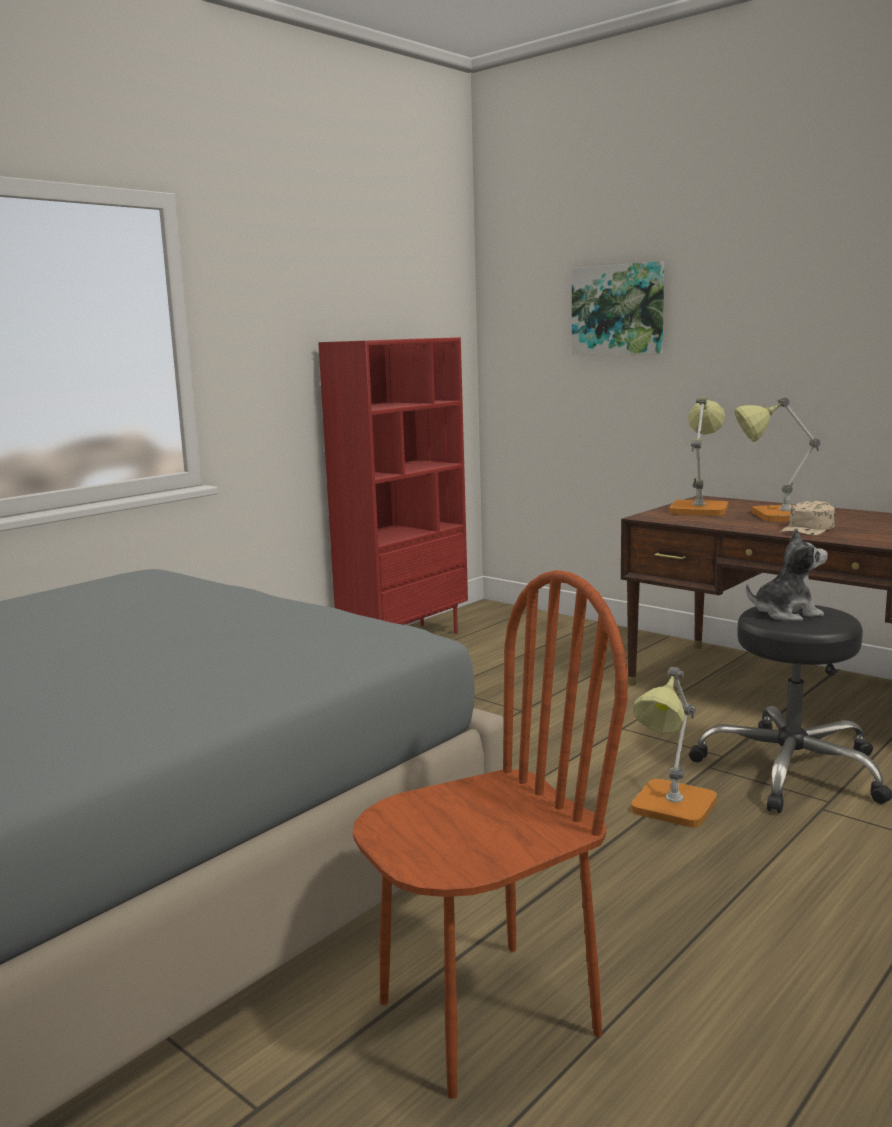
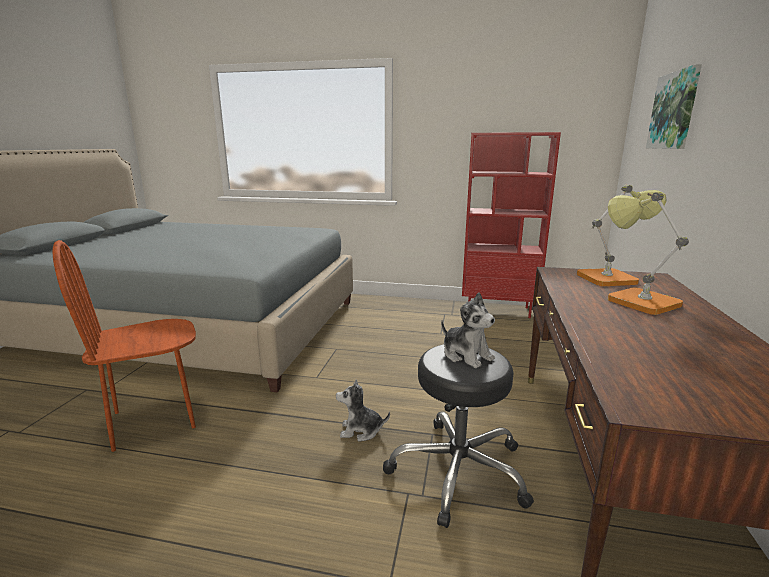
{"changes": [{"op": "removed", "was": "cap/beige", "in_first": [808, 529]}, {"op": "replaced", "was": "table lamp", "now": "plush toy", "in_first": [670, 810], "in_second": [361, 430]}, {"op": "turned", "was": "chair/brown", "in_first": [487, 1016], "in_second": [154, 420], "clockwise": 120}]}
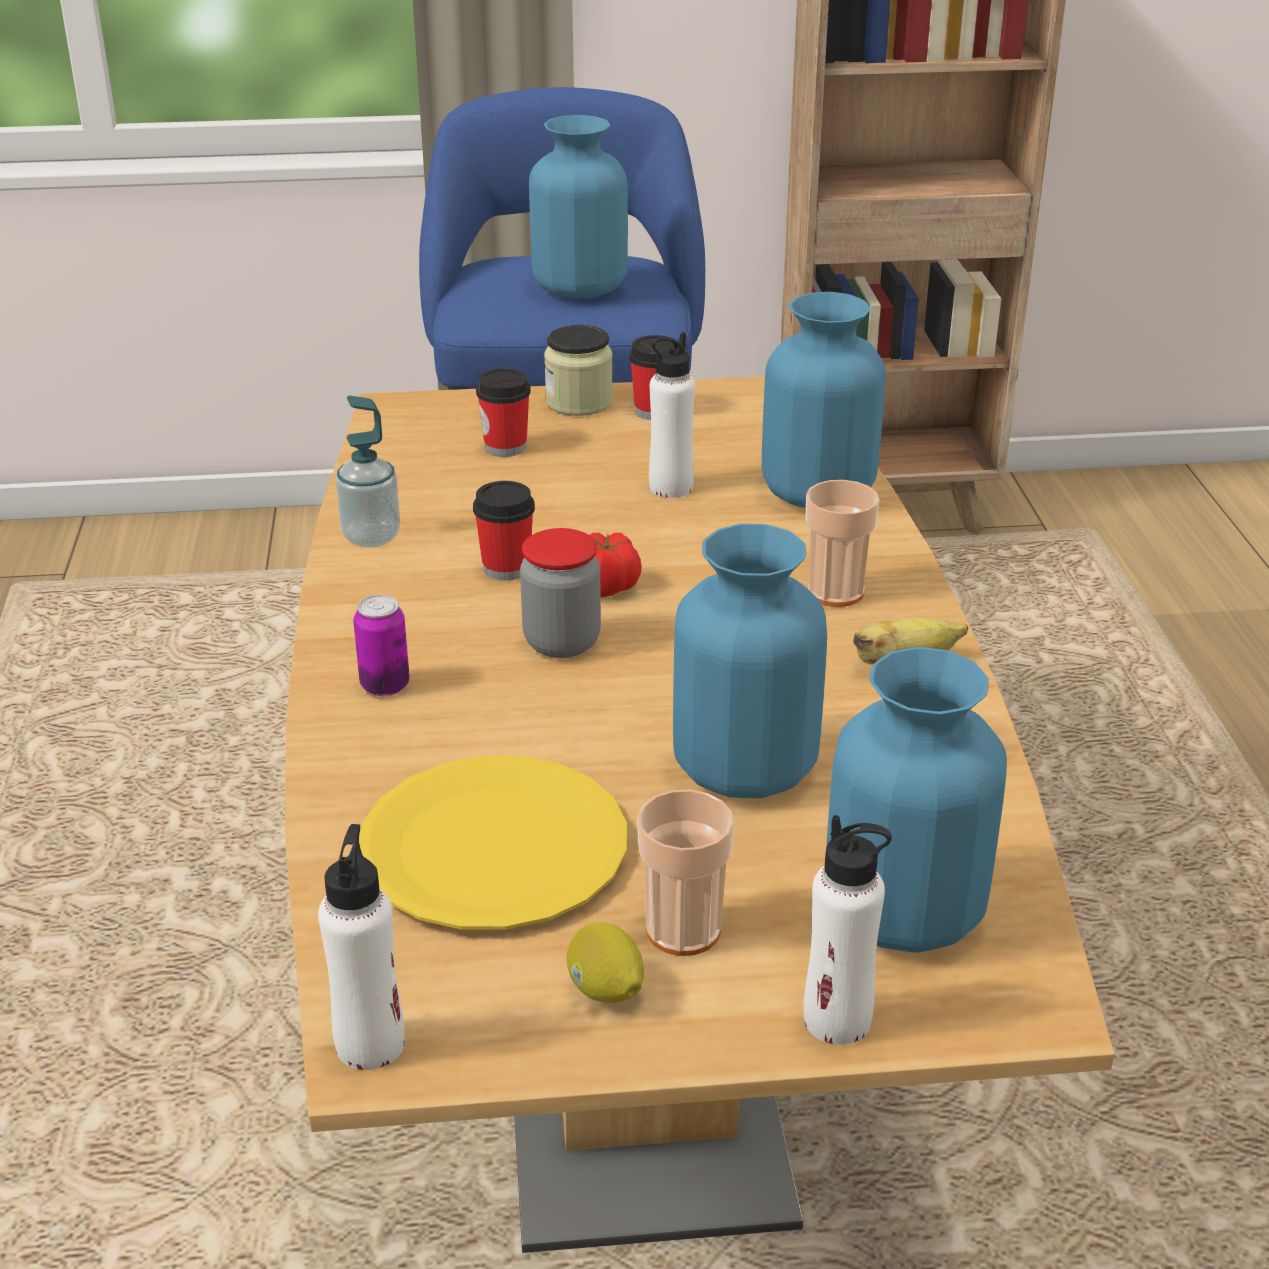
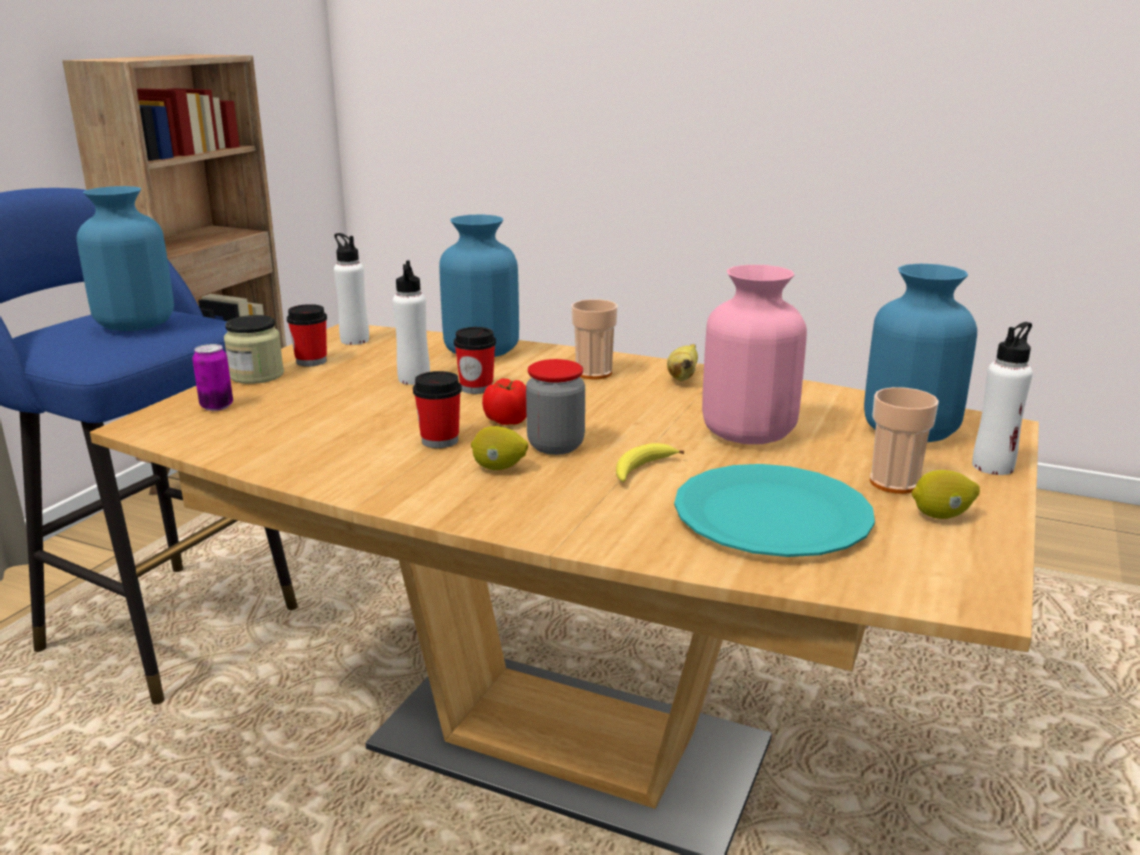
{"changes": [{"op": "removed", "was": "soap dispenser", "in_first": [371, 537]}, {"op": "added", "now": "lemon", "in_second": [499, 468]}, {"op": "added", "now": "banana", "in_second": [642, 470]}, {"op": "moved", "was": "bottle/white", "in_first": [370, 1044], "in_second": [354, 340]}, {"op": "moved", "was": "can", "in_first": [385, 685], "in_second": [217, 406]}, {"op": "moved", "was": "cup", "in_first": [505, 447], "in_second": [476, 388]}, {"op": "recoloured", "was": "plate/yellow", "now": "plate/turquoise", "in_first": [493, 848], "in_second": [772, 515]}, {"op": "recoloured", "was": "vase/blue", "now": "vase/pink", "in_first": [744, 768], "in_second": [748, 433]}]}
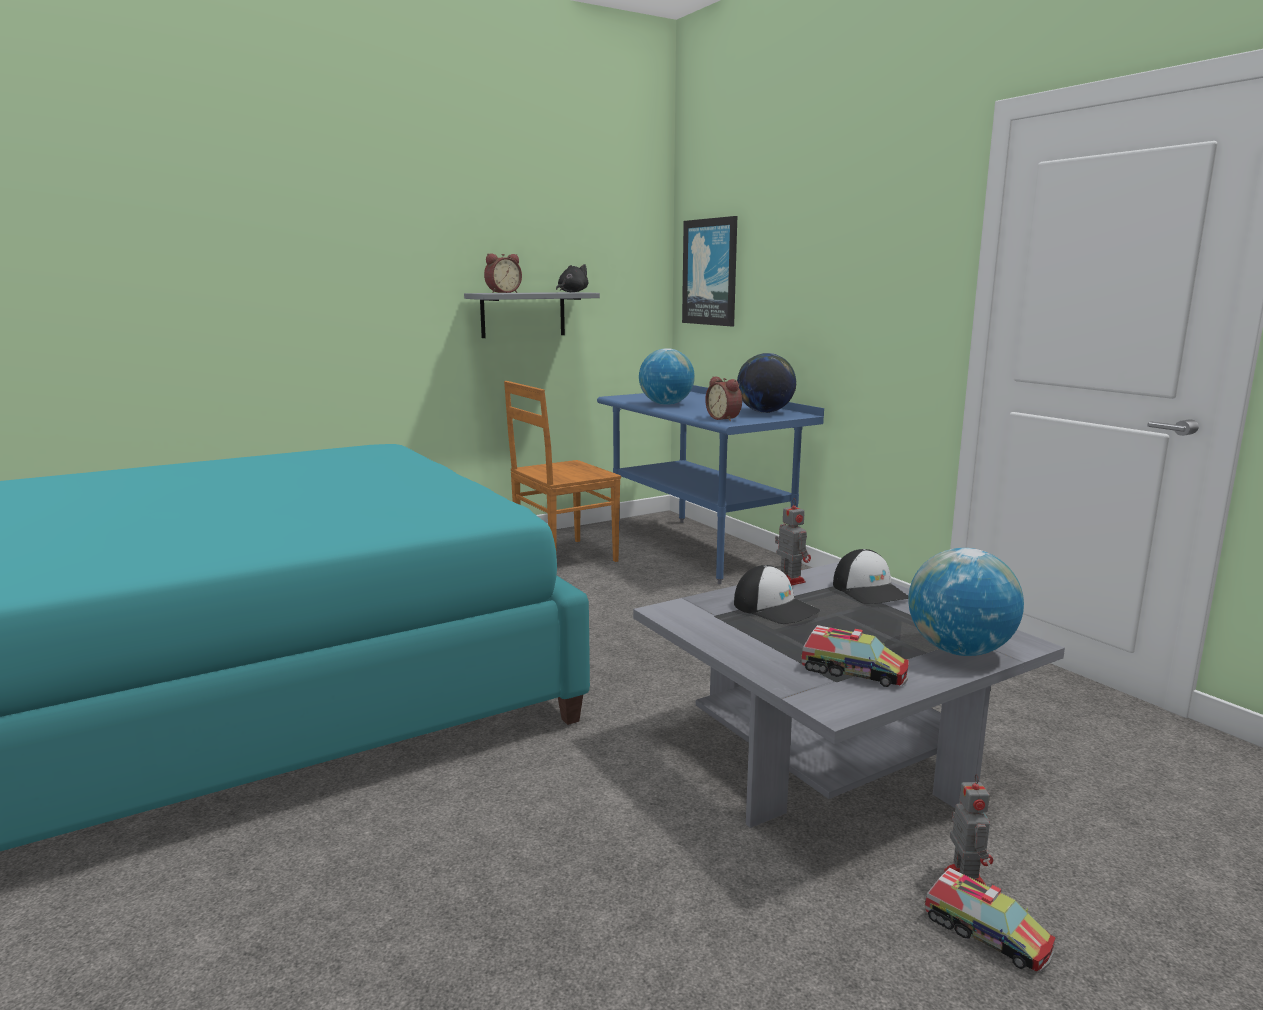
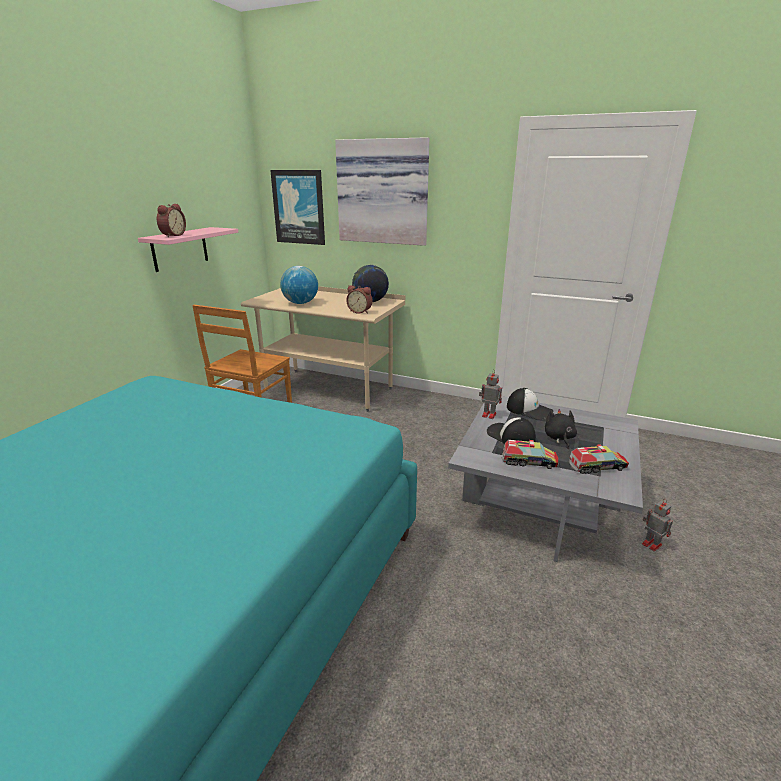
{"changes": [{"op": "removed", "was": "globe", "in_first": [959, 650]}, {"op": "added", "now": "picture", "in_second": [383, 192]}, {"op": "moved", "was": "plush toy/black", "in_first": [571, 292], "in_second": [559, 438]}, {"op": "moved", "was": "toy truck", "in_first": [986, 934], "in_second": [529, 461]}, {"op": "recoloured", "was": "shelf/grey", "now": "shelf/pink", "in_first": [523, 314], "in_second": [180, 249]}, {"op": "recoloured", "was": "desk/blue", "now": "desk/beige", "in_first": [699, 549], "in_second": [329, 389]}, {"op": "turned", "was": "cap", "in_first": [776, 608], "in_second": [510, 436], "clockwise": -135}]}
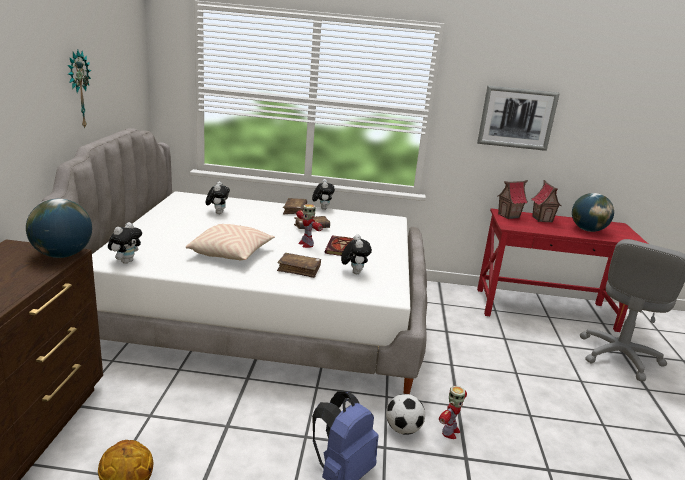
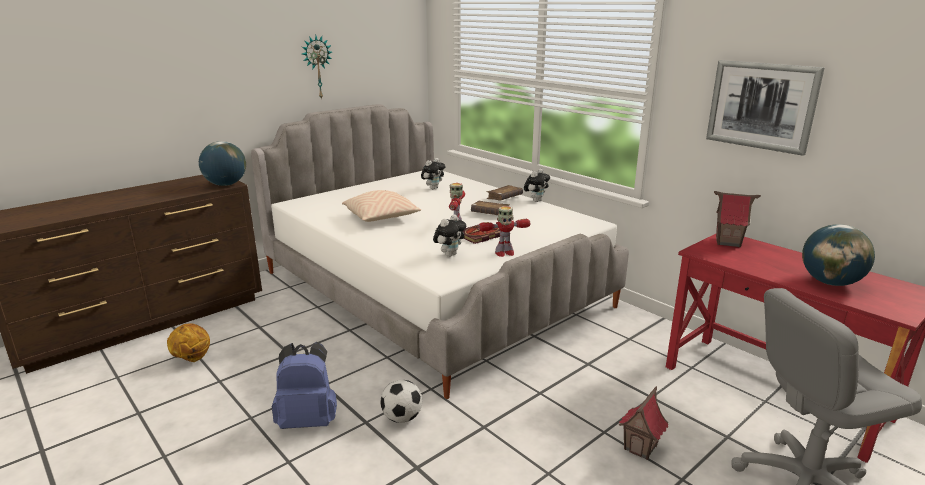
{"changes": [{"op": "removed", "was": "plush toy", "in_first": [126, 261]}, {"op": "removed", "was": "book/brown", "in_first": [299, 269]}, {"op": "moved", "was": "toy robot", "in_first": [450, 432], "in_second": [504, 253]}, {"op": "moved", "was": "toy house", "in_first": [542, 219], "in_second": [640, 447]}]}
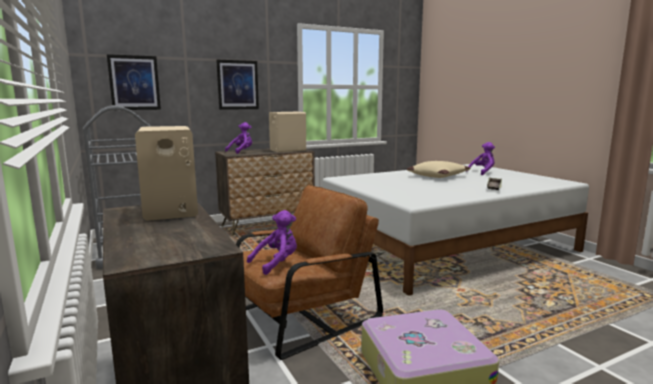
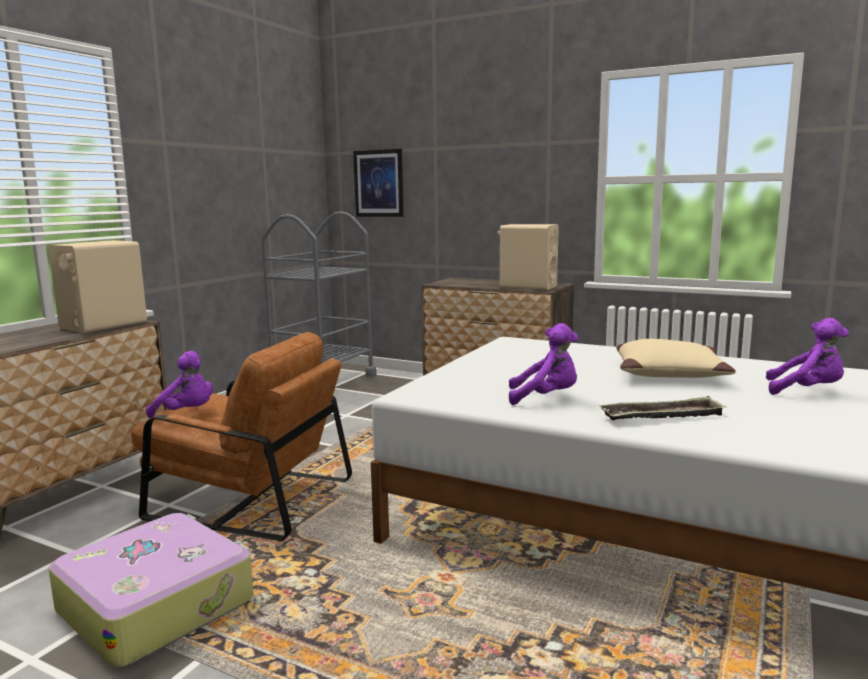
{"changes": [{"op": "removed", "was": "picture", "in_first": [237, 85]}, {"op": "moved", "was": "plush toy/purple", "in_first": [241, 152], "in_second": [545, 398]}]}
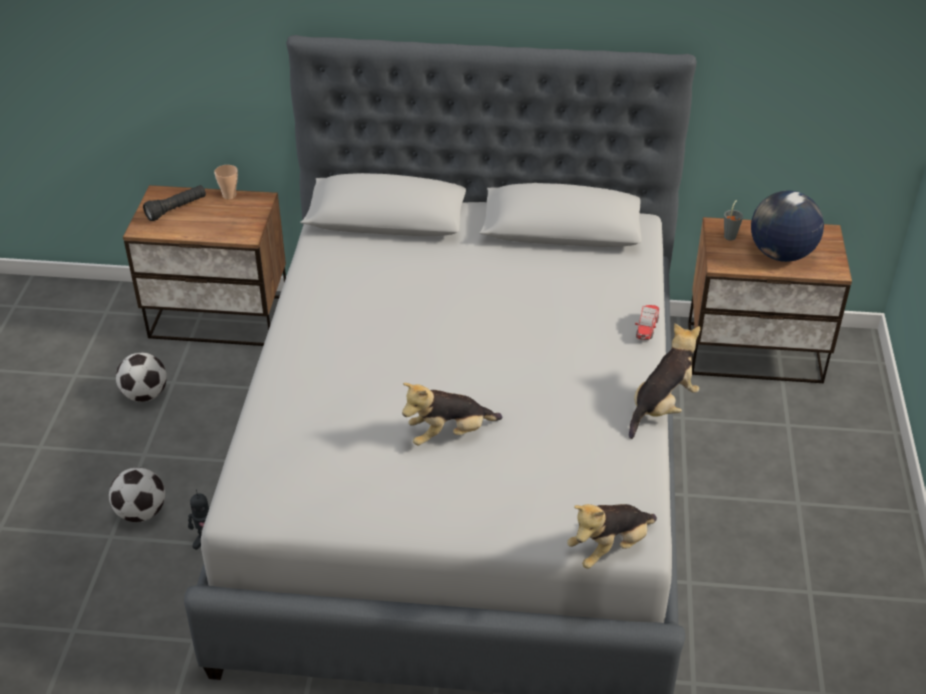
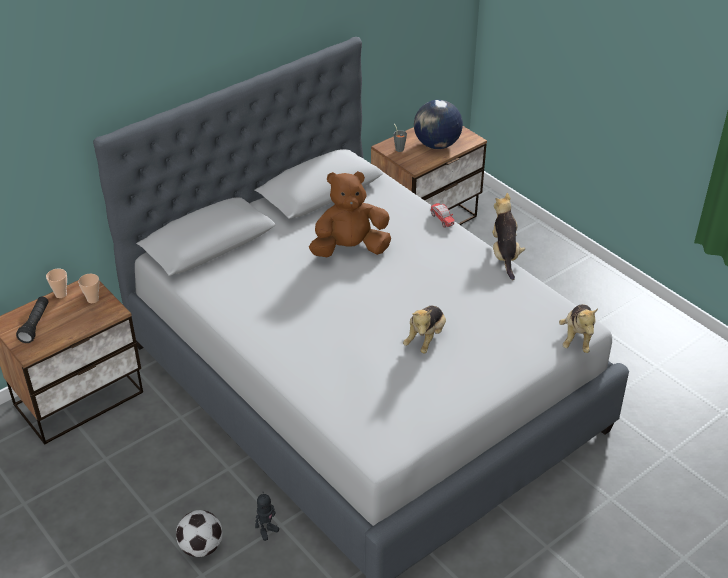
{"changes": [{"op": "removed", "was": "football", "in_first": [145, 395]}, {"op": "added", "now": "cup", "in_second": [92, 299]}, {"op": "added", "now": "plush toy/brown", "in_second": [350, 249]}]}
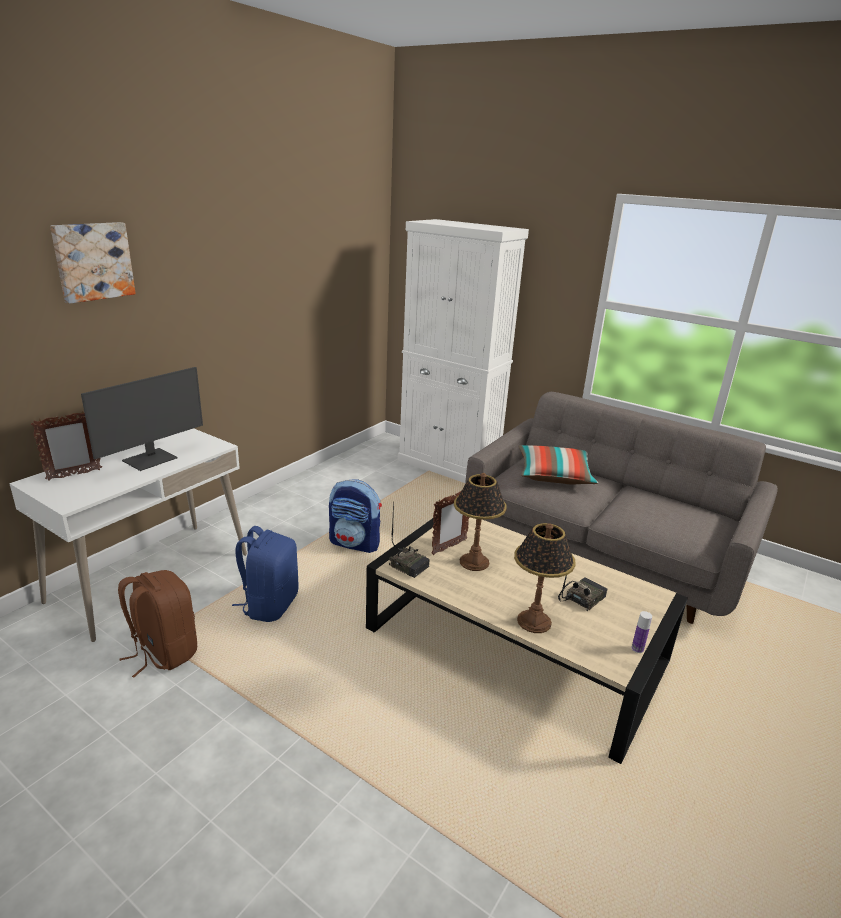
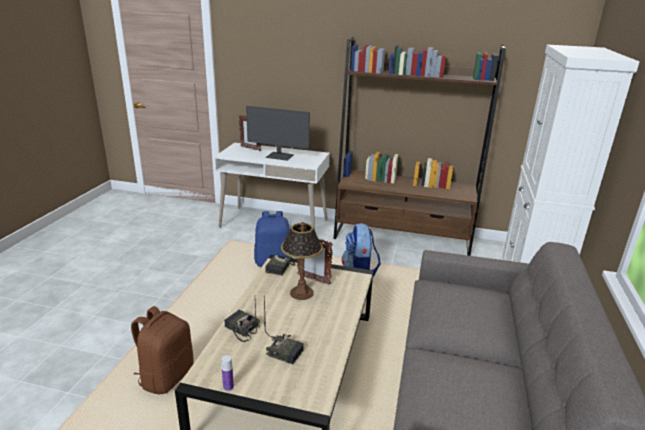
{"changes": [{"op": "removed", "was": "picture", "in_first": [93, 261]}, {"op": "removed", "was": "pillow", "in_first": [554, 475]}, {"op": "added", "now": "bookcase/brown", "in_second": [402, 238]}, {"op": "moved", "was": "backpack/brown", "in_first": [163, 652], "in_second": [166, 376]}, {"op": "replaced", "was": "table lamp", "now": "radio", "in_first": [534, 621], "in_second": [241, 329]}]}
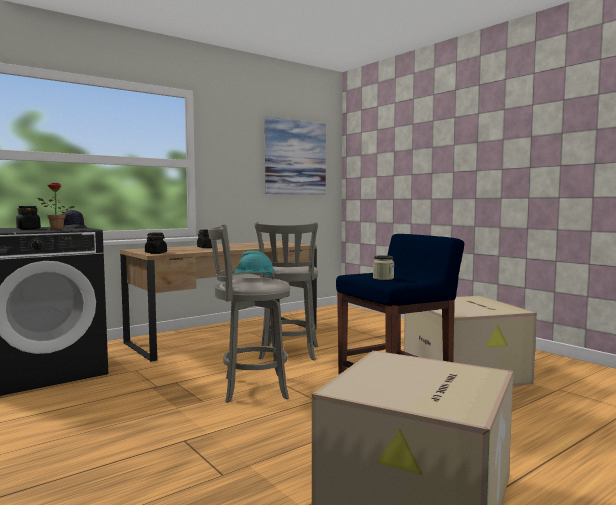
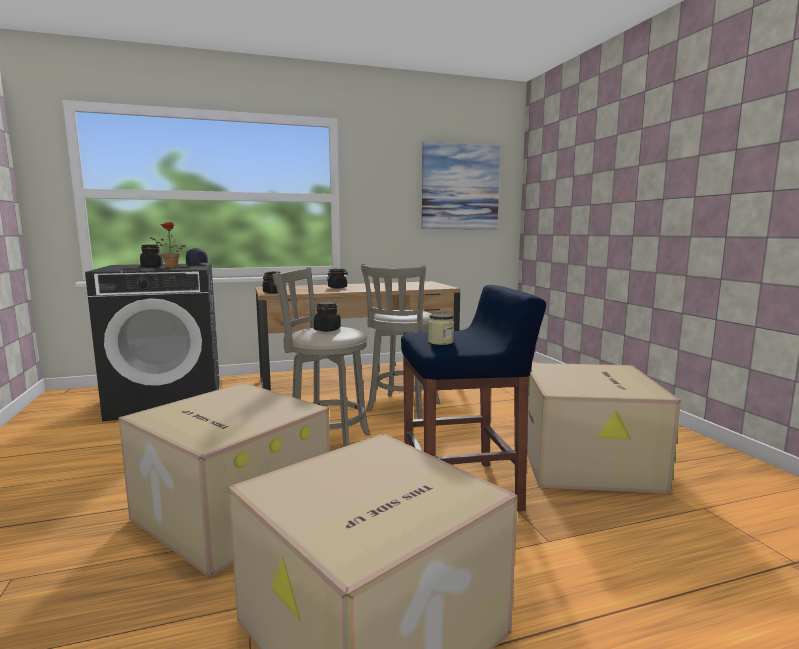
{"changes": [{"op": "added", "now": "cardboard box", "in_second": [229, 512]}, {"op": "replaced", "was": "hard hat/turquoise", "now": "jar/black", "in_first": [253, 279], "in_second": [327, 330]}]}
